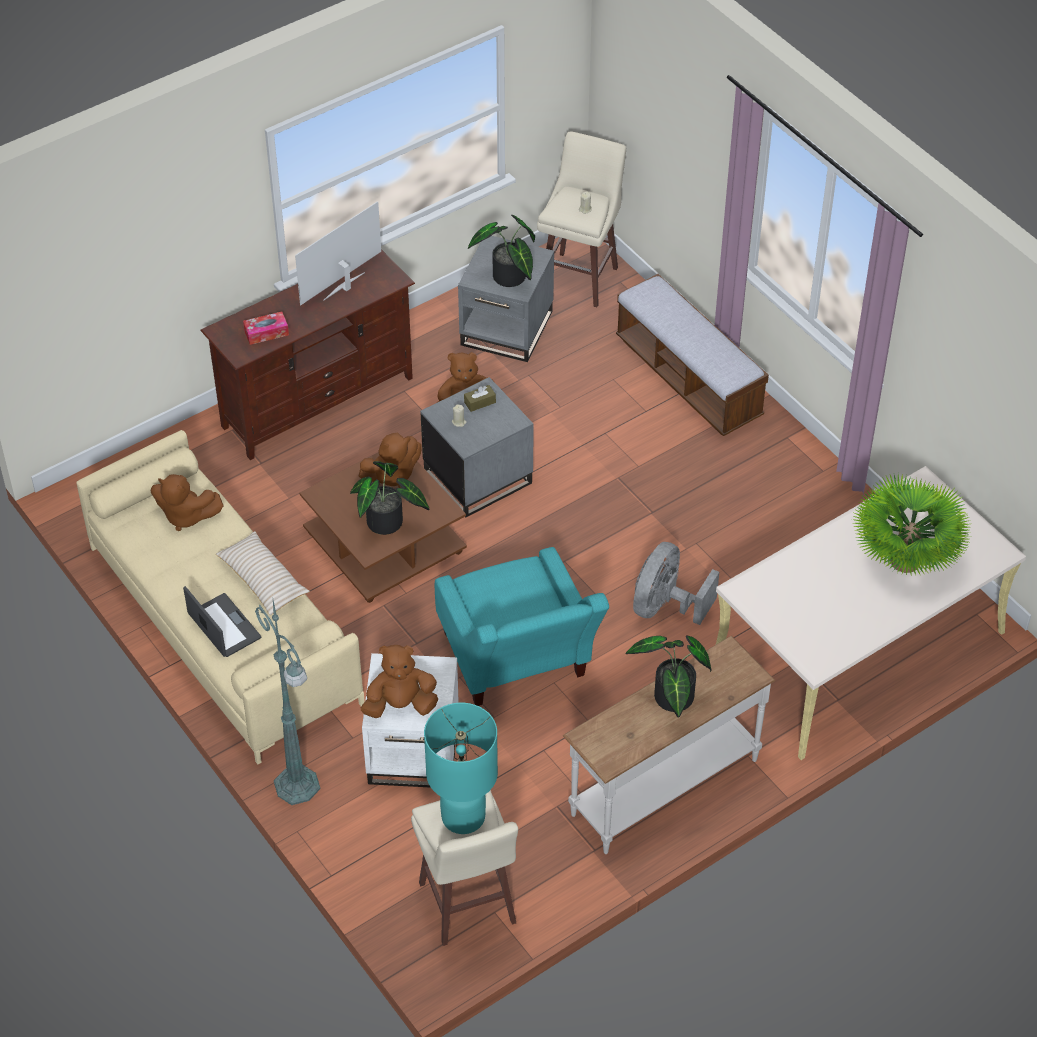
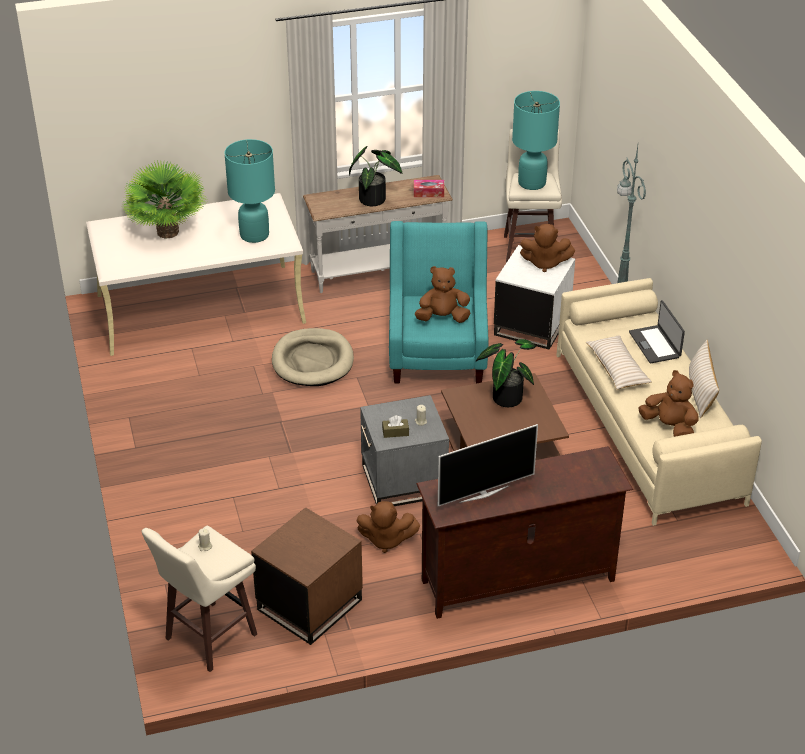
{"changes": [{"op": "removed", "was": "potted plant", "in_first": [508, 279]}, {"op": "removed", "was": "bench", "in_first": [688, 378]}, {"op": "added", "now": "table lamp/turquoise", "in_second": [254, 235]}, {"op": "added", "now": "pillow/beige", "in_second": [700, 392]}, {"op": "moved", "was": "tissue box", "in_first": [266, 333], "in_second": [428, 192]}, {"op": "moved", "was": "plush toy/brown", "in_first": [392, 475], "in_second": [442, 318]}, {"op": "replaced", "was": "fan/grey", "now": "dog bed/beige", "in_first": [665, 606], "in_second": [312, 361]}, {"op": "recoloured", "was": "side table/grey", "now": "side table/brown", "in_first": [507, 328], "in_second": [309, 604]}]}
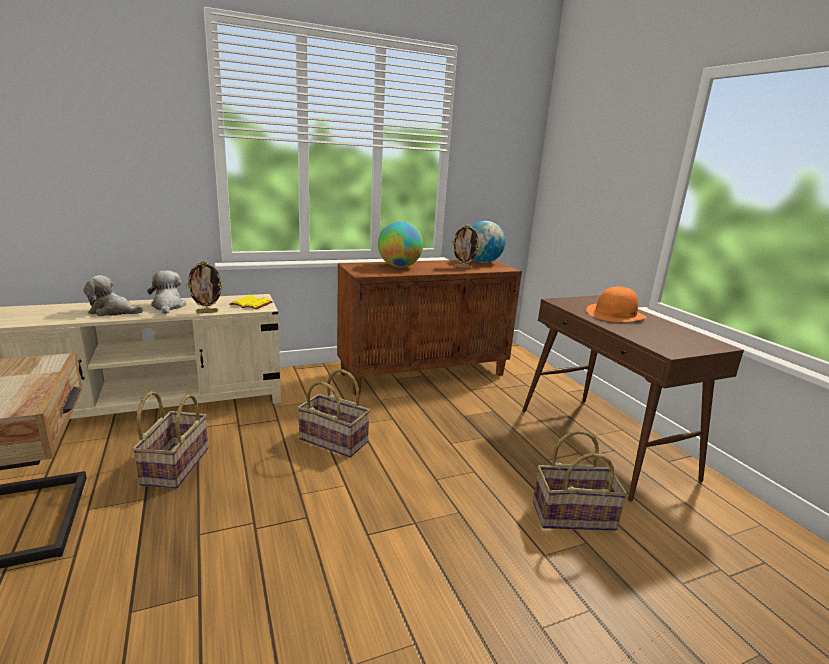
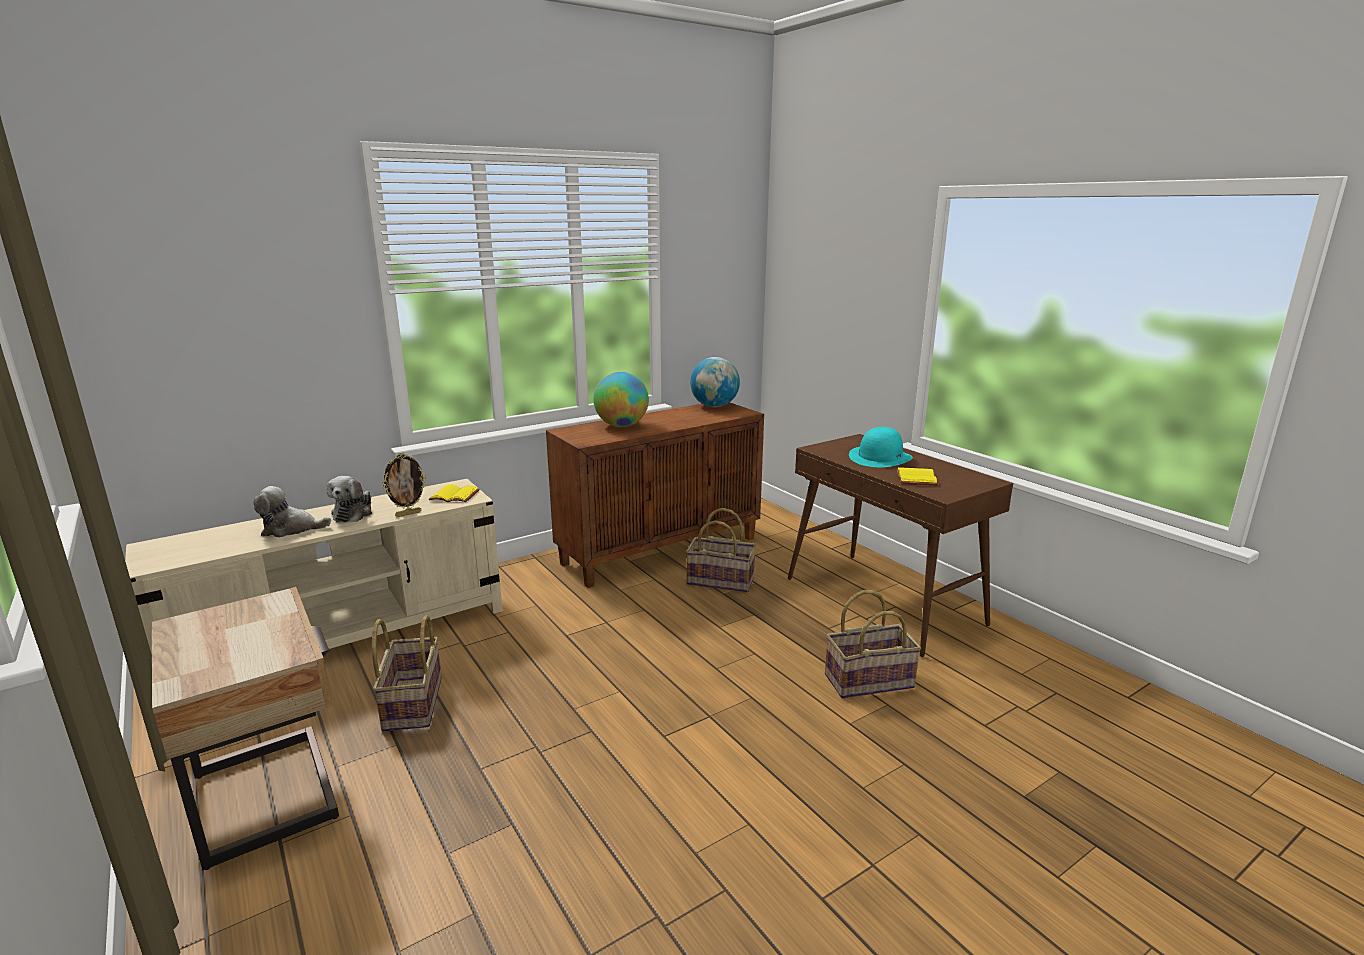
{"changes": [{"op": "removed", "was": "picture frame", "in_first": [463, 267]}, {"op": "added", "now": "book/yellow", "in_second": [918, 479]}, {"op": "moved", "was": "basket", "in_first": [334, 440], "in_second": [721, 580]}, {"op": "recoloured", "was": "hat/orange", "now": "hat/turquoise", "in_first": [615, 314], "in_second": [880, 457]}, {"op": "turned", "was": "plush toy", "in_first": [168, 306], "in_second": [354, 513], "clockwise": -150}]}
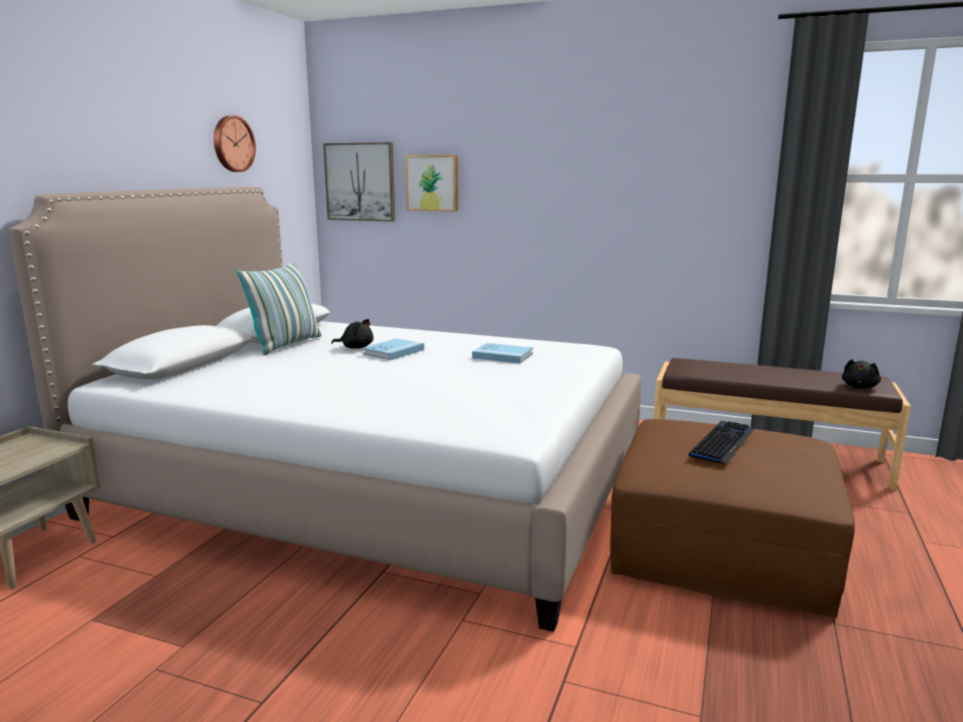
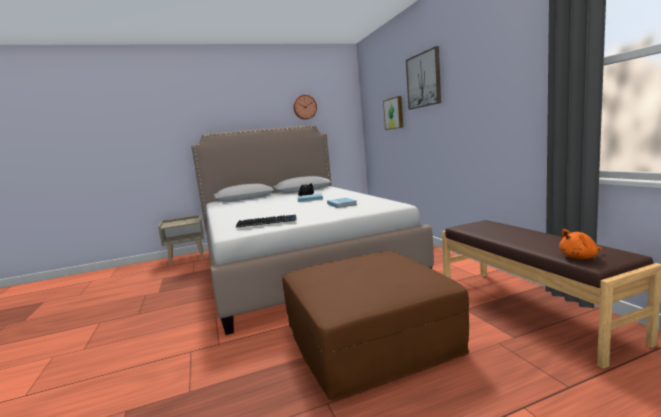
{"changes": [{"op": "removed", "was": "pillow", "in_first": [286, 345]}, {"op": "moved", "was": "picture", "in_first": [360, 182], "in_second": [424, 80]}, {"op": "moved", "was": "keyboard", "in_first": [722, 443], "in_second": [267, 222]}, {"op": "recoloured", "was": "plush toy/black", "now": "plush toy/orange", "in_first": [859, 387], "in_second": [580, 257]}]}
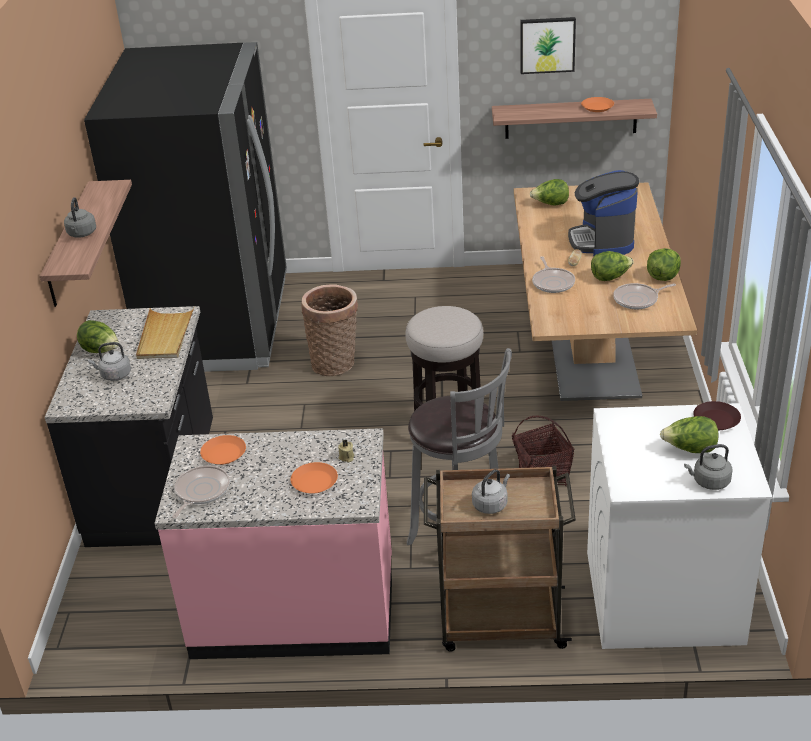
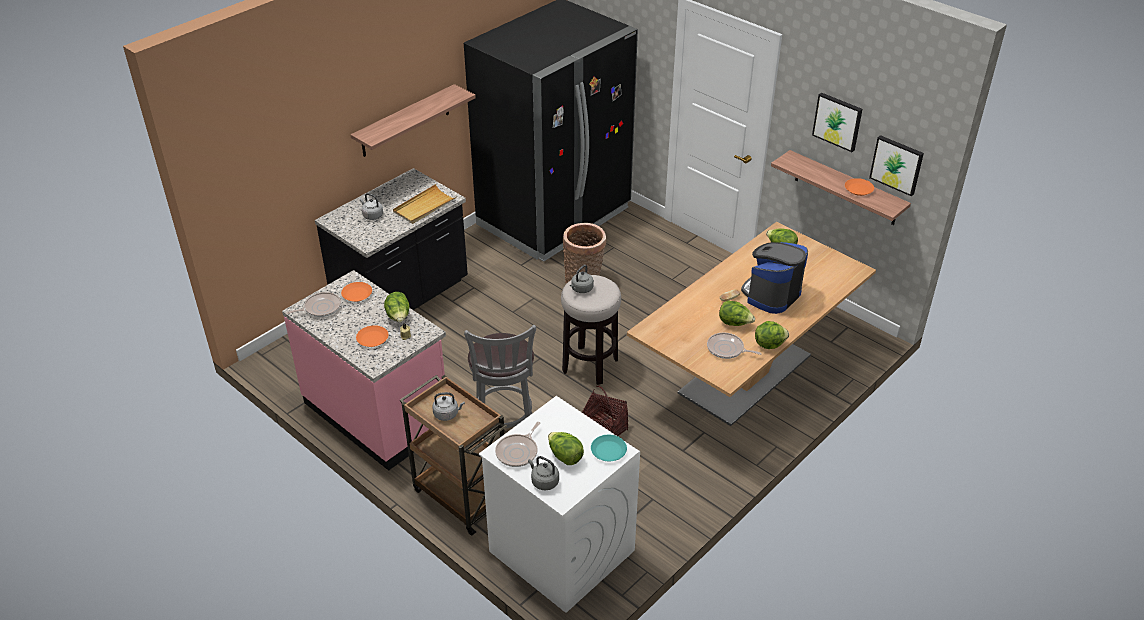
{"changes": [{"op": "added", "now": "picture", "in_second": [897, 164]}, {"op": "moved", "was": "kettle/grey", "in_first": [81, 234], "in_second": [581, 289]}, {"op": "moved", "was": "lettuce", "in_first": [101, 351], "in_second": [398, 317]}, {"op": "moved", "was": "frying pan", "in_first": [553, 282], "in_second": [518, 452]}, {"op": "recoloured", "was": "plate/brown", "now": "plate/turquoise", "in_first": [715, 420], "in_second": [608, 451]}]}
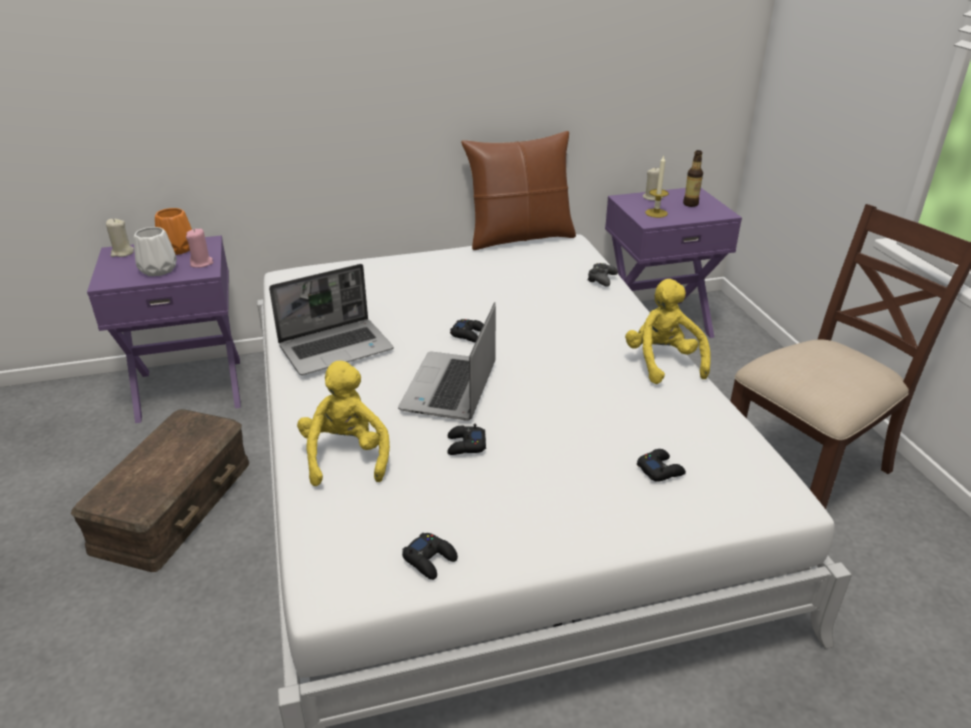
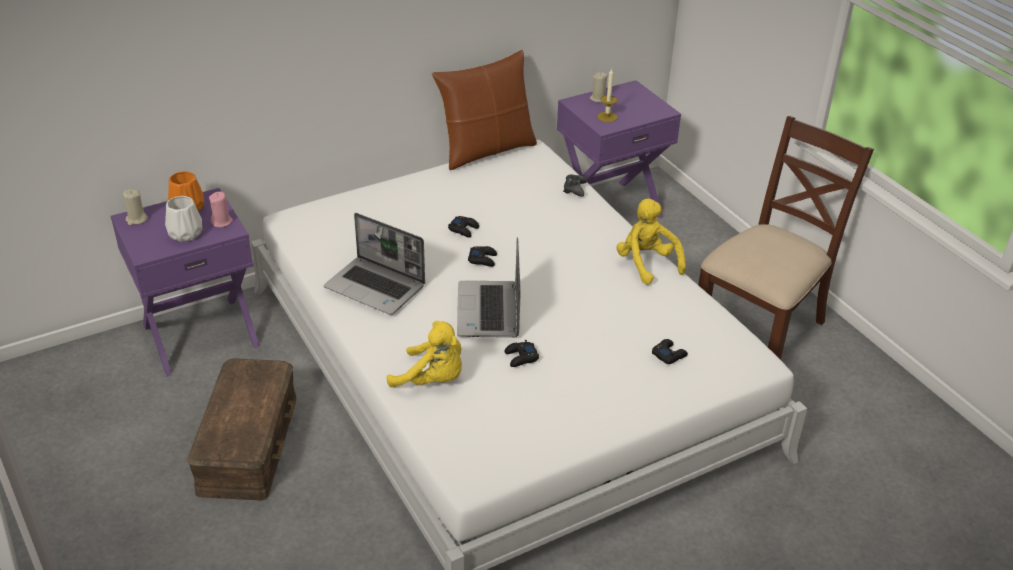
{"changes": [{"op": "removed", "was": "bottle", "in_first": [690, 204]}, {"op": "moved", "was": "game controller/black", "in_first": [430, 559], "in_second": [464, 229]}, {"op": "turned", "was": "laptop", "in_first": [337, 348], "in_second": [376, 287], "clockwise": 75}, {"op": "turned", "was": "plush toy/yellow", "in_first": [346, 456], "in_second": [432, 380], "clockwise": 135}]}
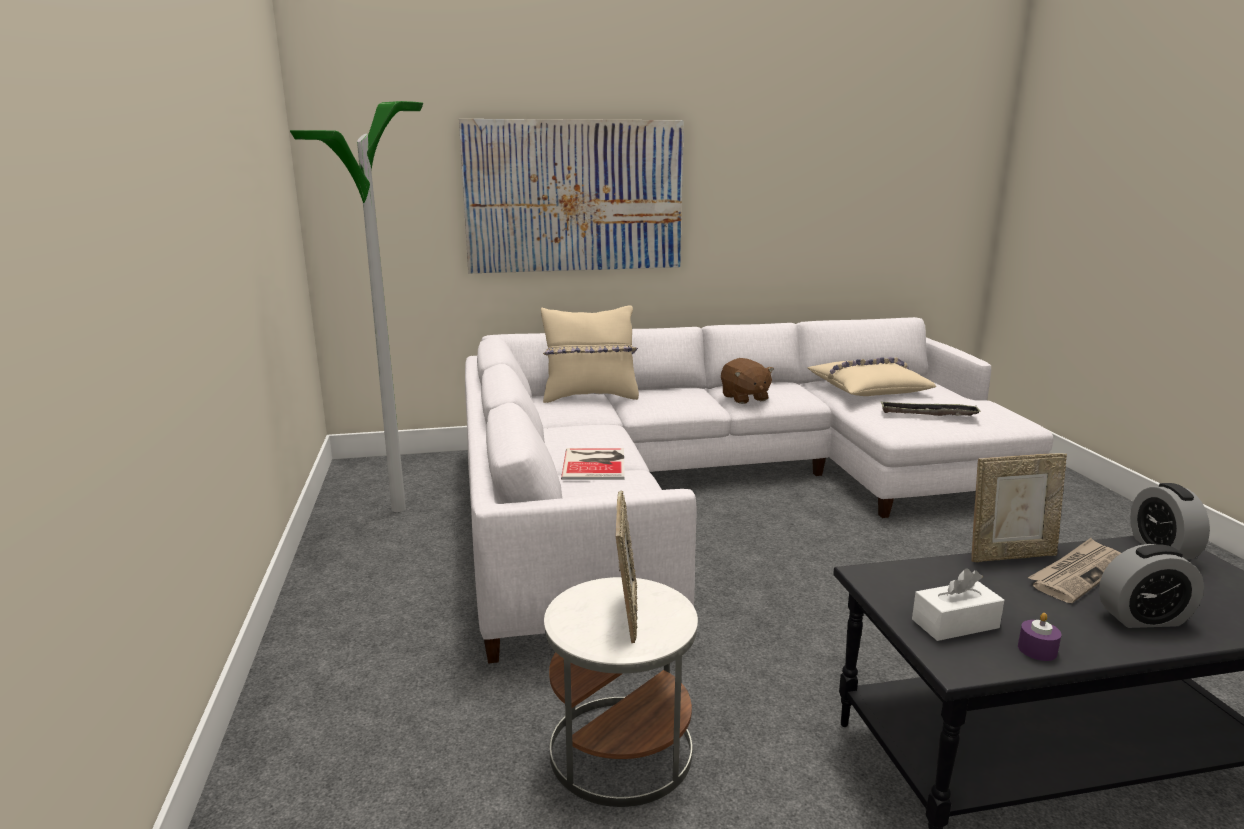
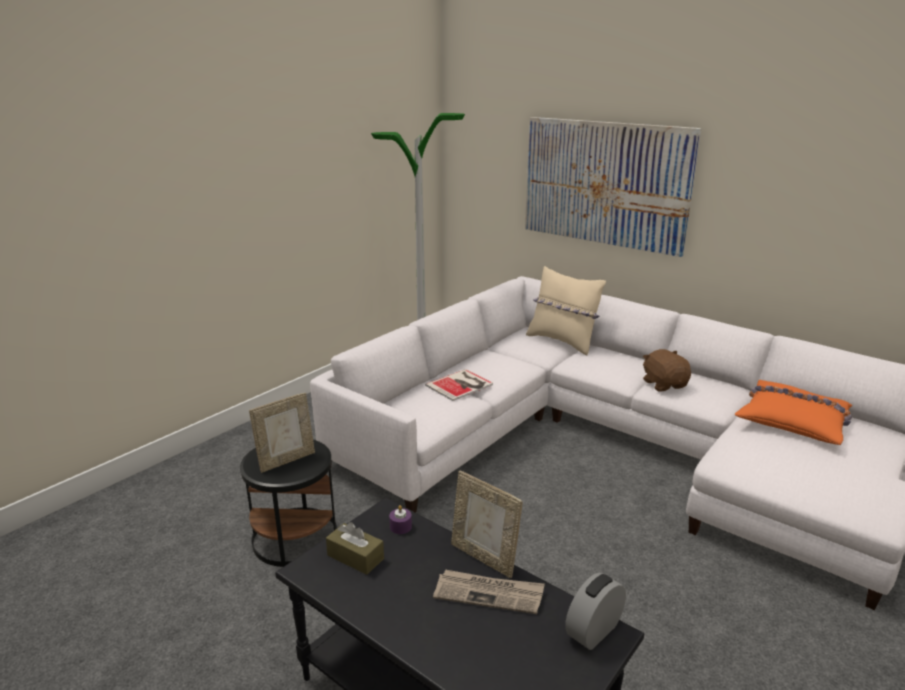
{"changes": [{"op": "removed", "was": "tray", "in_first": [928, 414]}, {"op": "removed", "was": "alarm clock", "in_first": [1143, 618]}, {"op": "moved", "was": "candle/purple", "in_first": [1037, 650], "in_second": [400, 526]}, {"op": "recoloured", "was": "side table/white", "now": "side table/black", "in_first": [619, 751], "in_second": [294, 537]}, {"op": "recoloured", "was": "pillow/beige", "now": "pillow/orange", "in_first": [867, 388], "in_second": [793, 420]}, {"op": "recoloured", "was": "tissue box/white", "now": "tissue box/brown", "in_first": [955, 624], "in_second": [355, 557]}, {"op": "turned", "was": "plush toy/brown", "in_first": [744, 398], "in_second": [664, 384], "clockwise": 135}]}
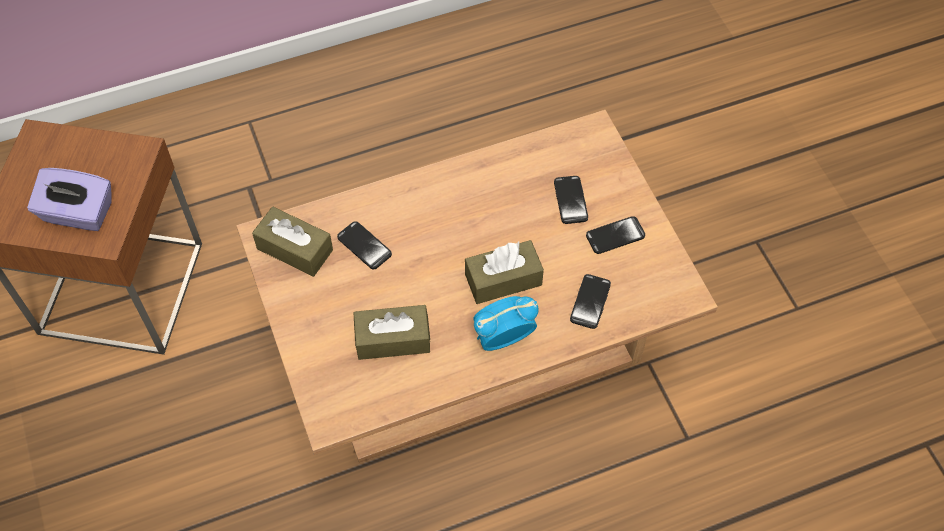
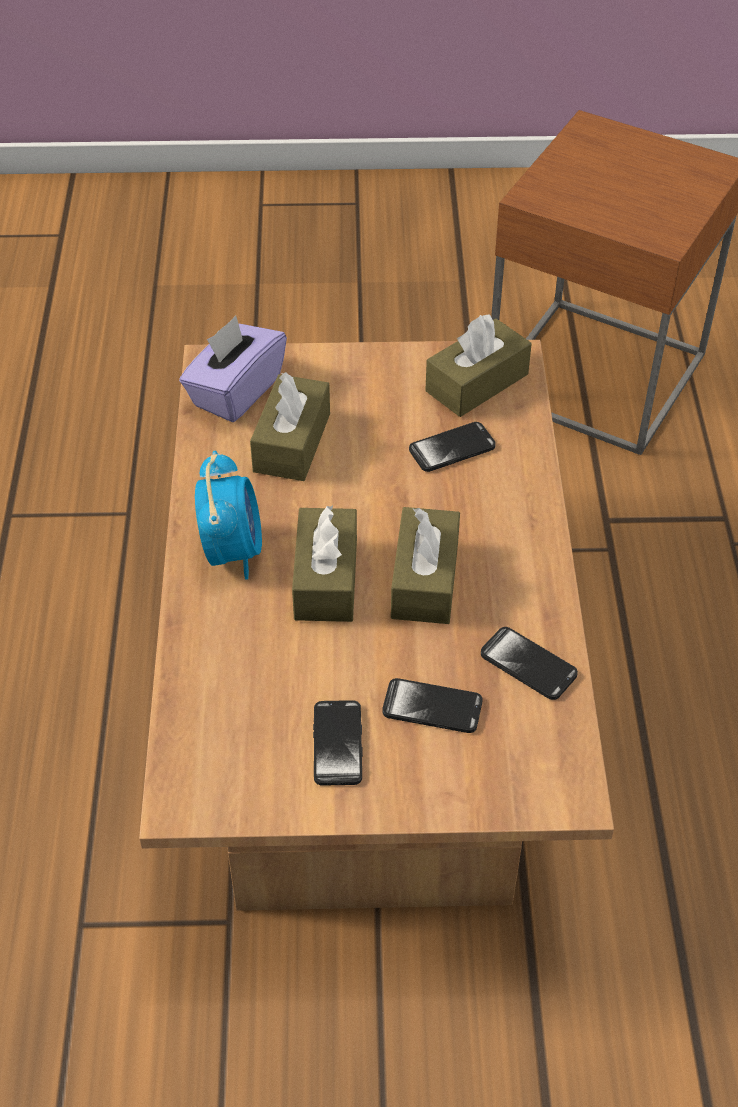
{"changes": [{"op": "added", "now": "tissue box/brown", "in_second": [425, 580]}, {"op": "moved", "was": "tissue box/purple", "in_first": [78, 214], "in_second": [235, 391]}, {"op": "moved", "was": "phone", "in_first": [590, 302], "in_second": [528, 664]}]}
